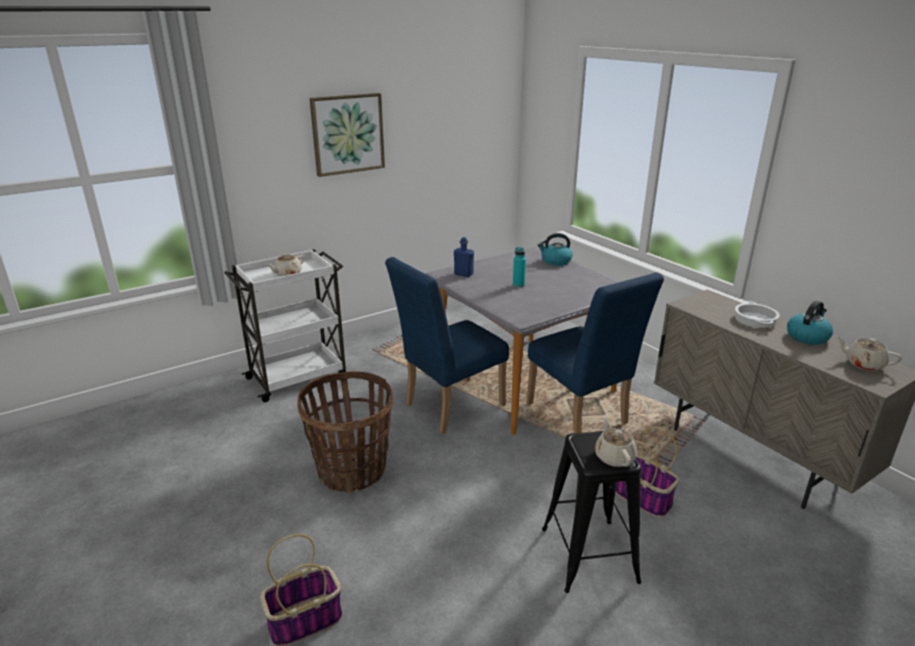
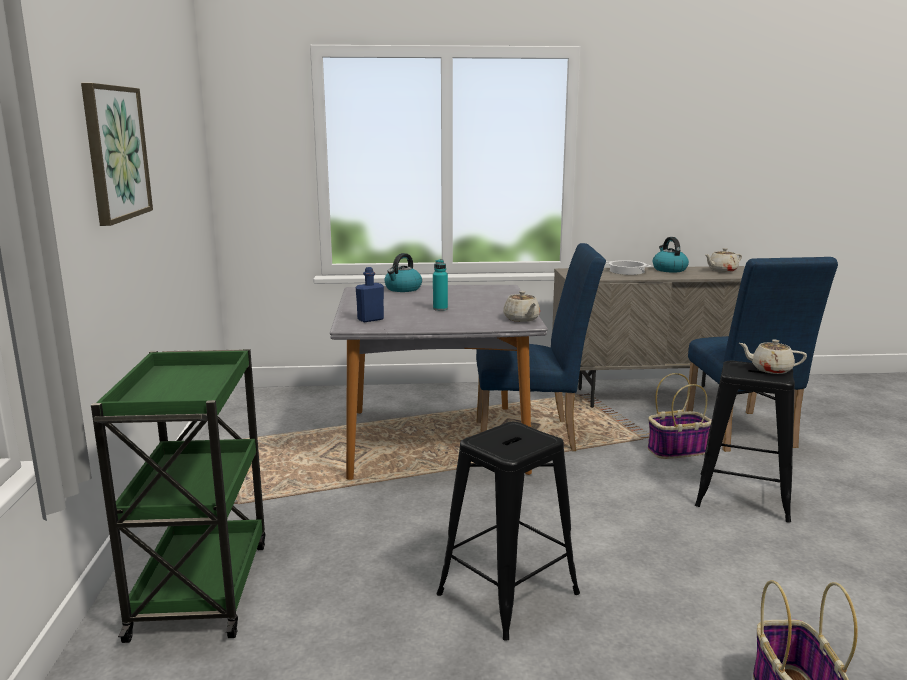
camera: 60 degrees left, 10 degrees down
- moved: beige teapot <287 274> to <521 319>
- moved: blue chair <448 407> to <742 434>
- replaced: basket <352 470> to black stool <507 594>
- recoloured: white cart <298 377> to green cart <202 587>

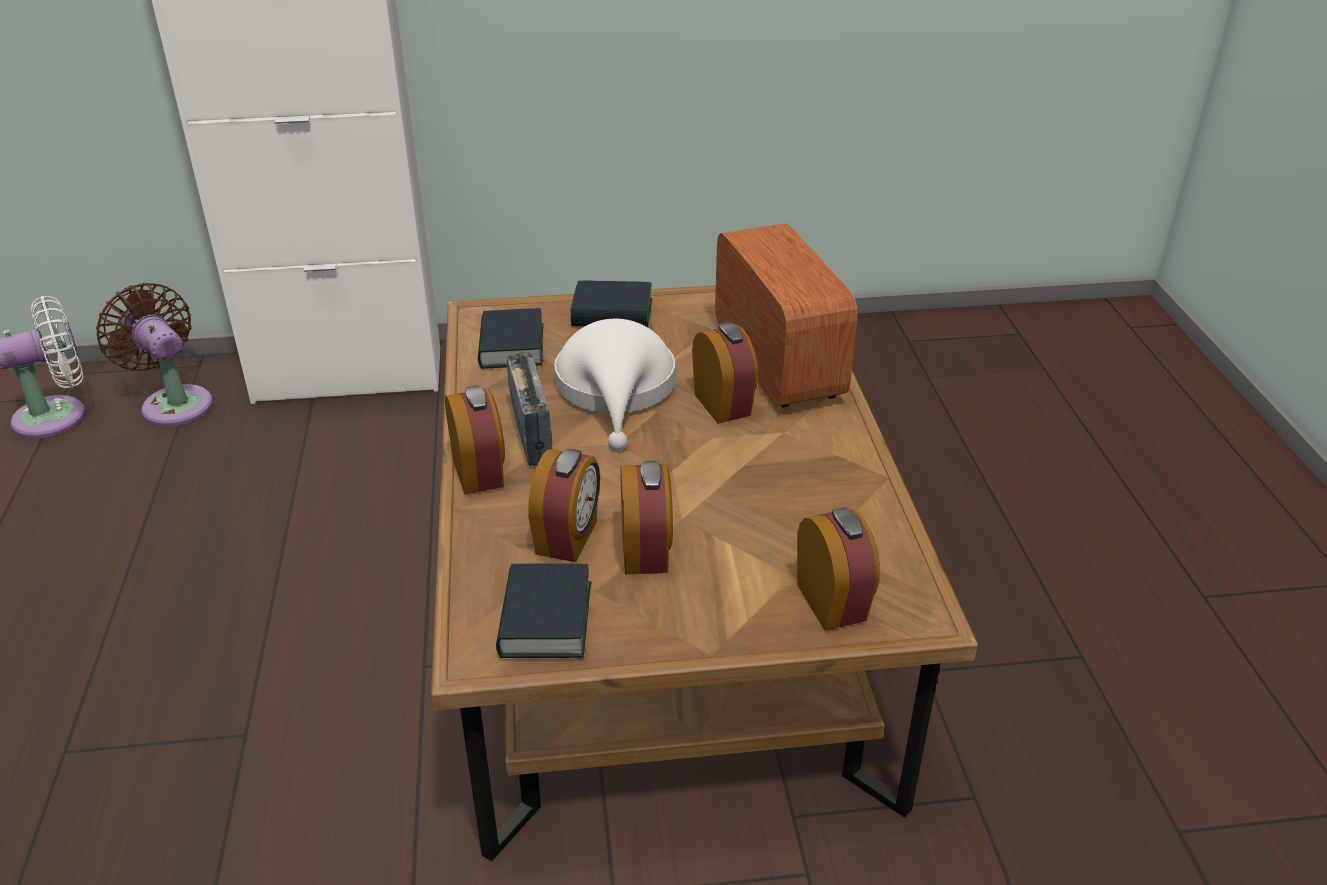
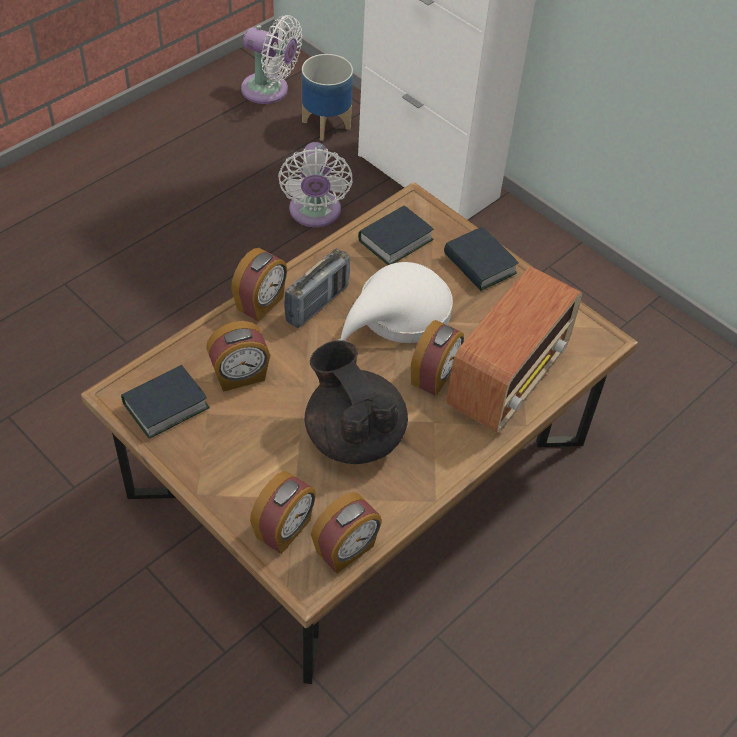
camera: 50 degrees right, 15 degrees up
- added: white fan <315 213>
- added: black teapot <353 435>
- moved: alarm clock <646 551> to <346 550>
- replaced: brown fan <174 403> to planter <325 125>

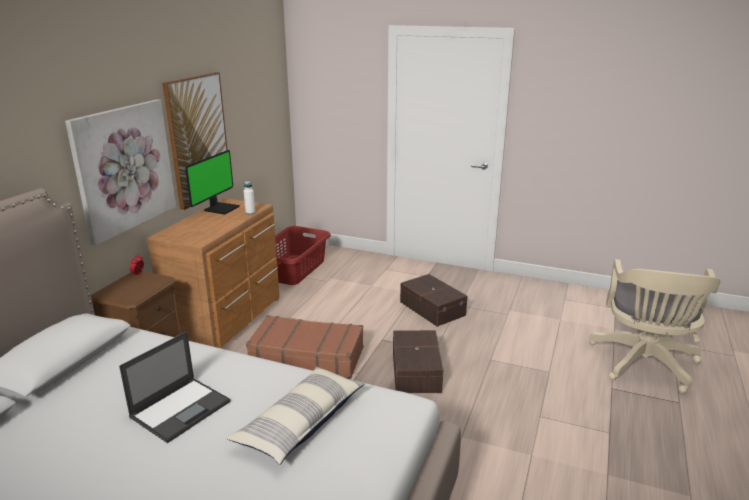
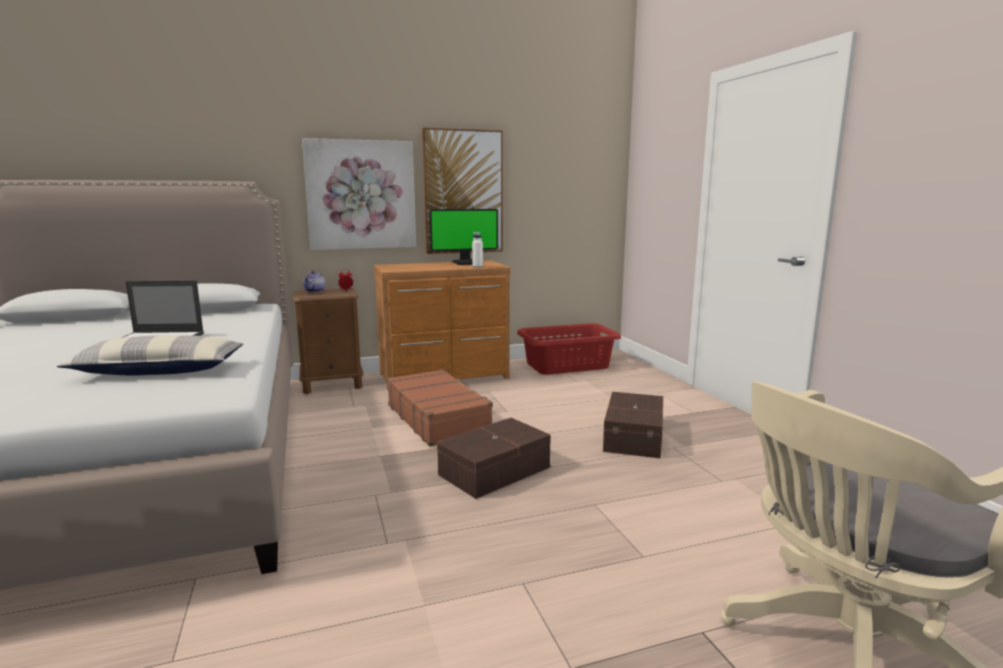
camera: 50 degrees right, 10 degrees down
- added: teapot <315 291>

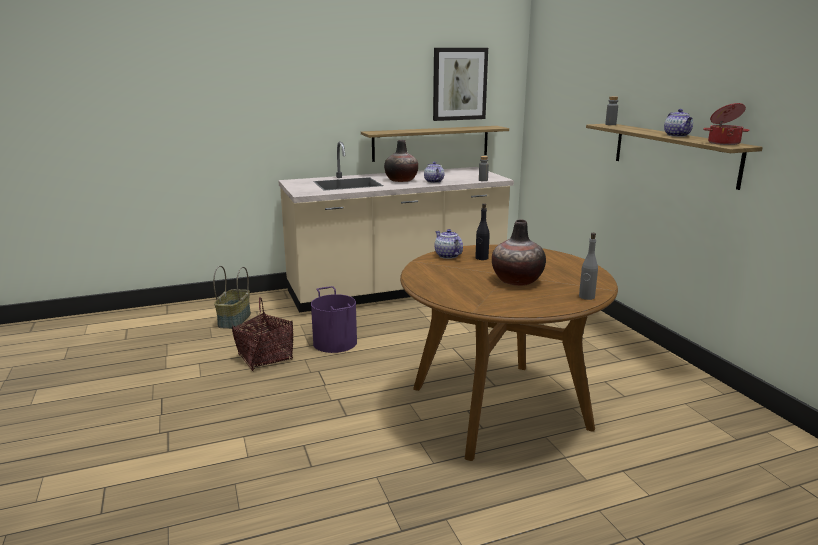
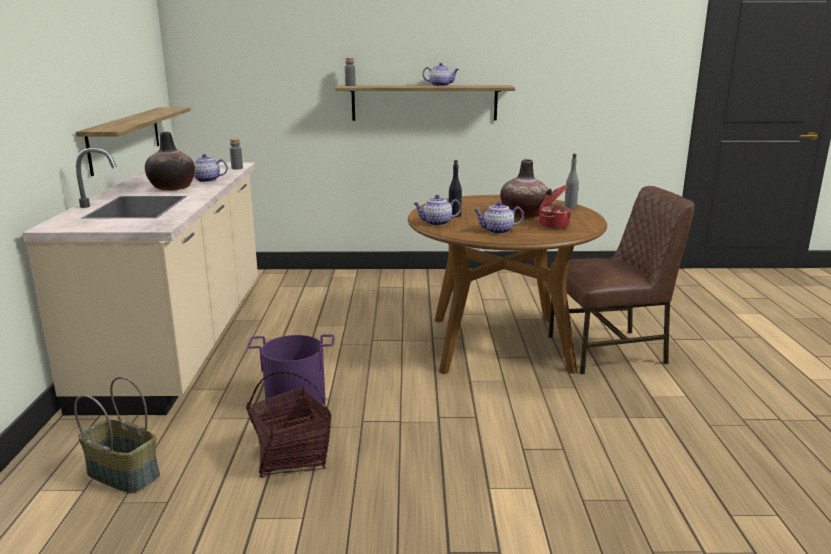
camera: 70 degrees left, 0 degrees up
- removed: picture <459 84>
- added: teapot <497 231>
- added: brown chair <608 350>
- moved: cooking pot <723 143> to <552 225>

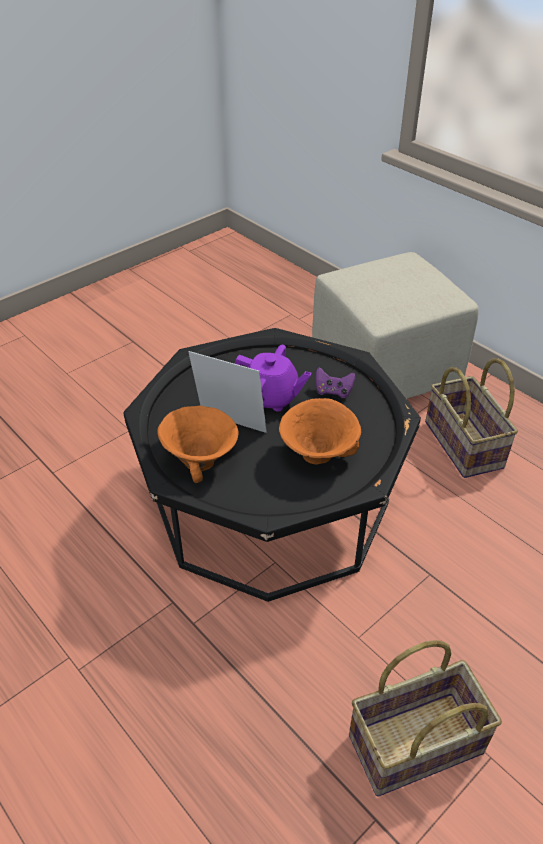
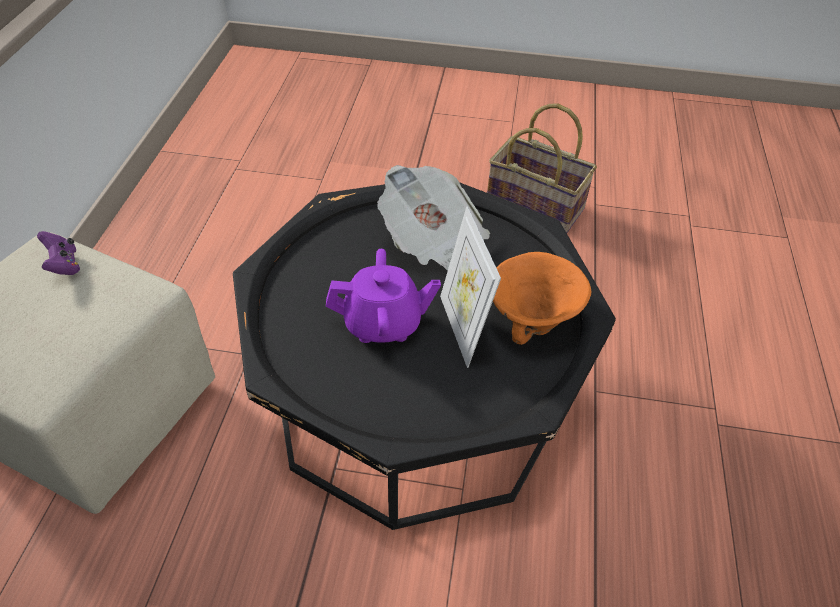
camera: 130 degrees left, 5 degrees up
- removed: basket <465 444>
- moved: purple game controller <333 391> to <64 265>
- replaced: orange bowl <317 457> to newspaper <434 244>
- turned: purple teapot <271 397> = <383 324> 105 degrees clockwise

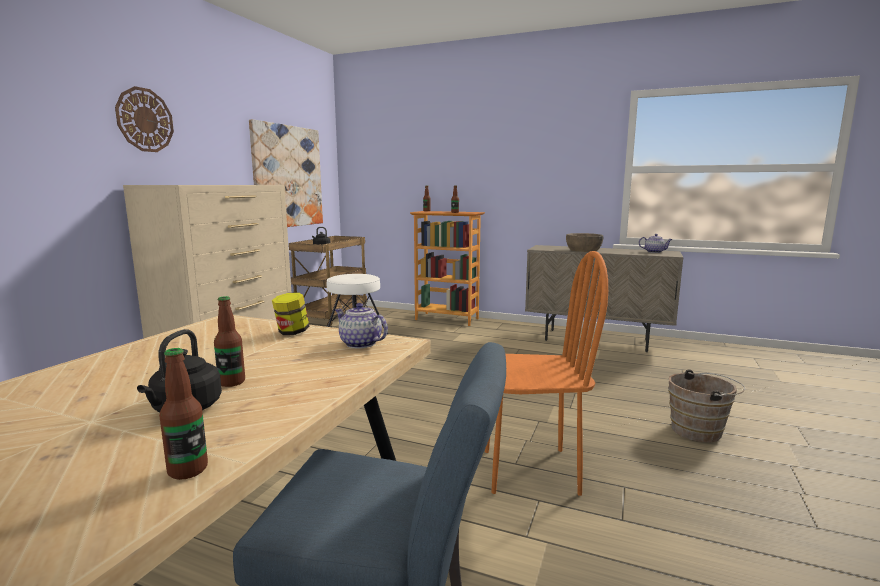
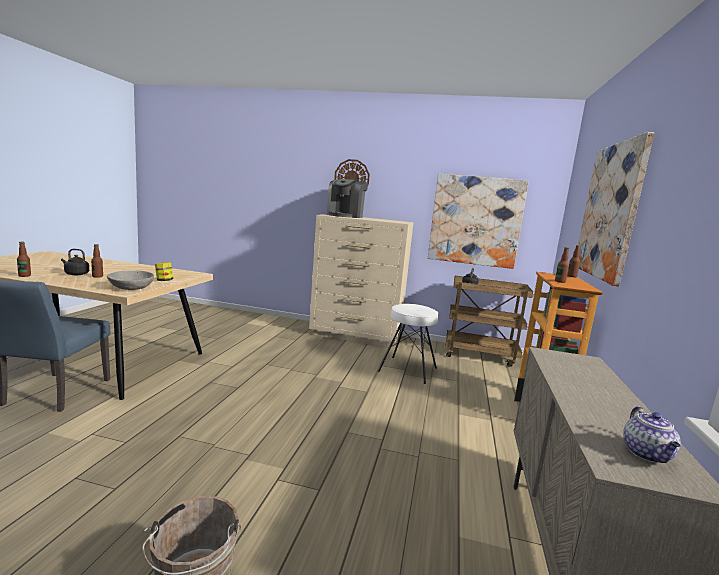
camera: 80 degrees right, 0 degrees up
- removed: orange chair <529 470>
- removed: brown bowl <583 250>
- added: coffee machine <345 216>
- added: picture <610 211>
- replaced: teapot <359 344> to grey bowl <131 288>

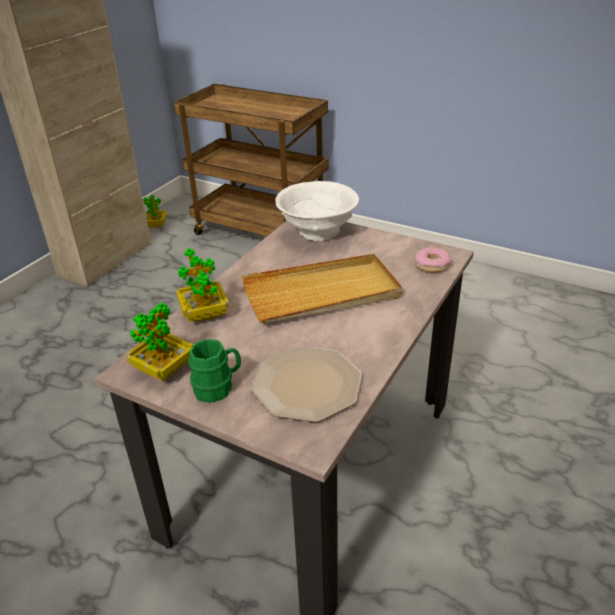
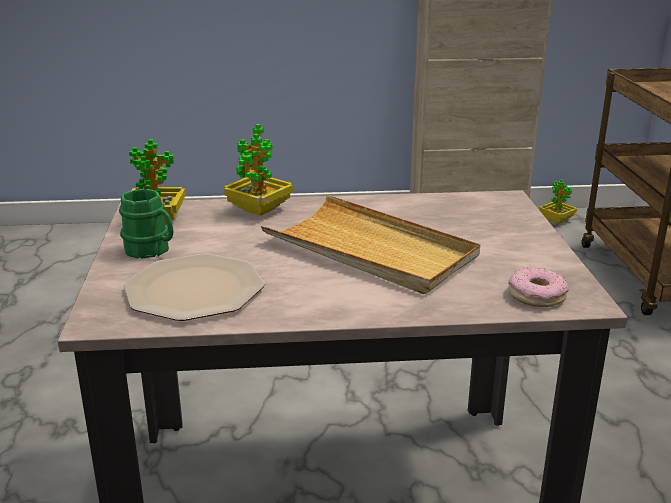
camera: 55 degrees right, 10 degrees down
- removed: white bowl <317 231>

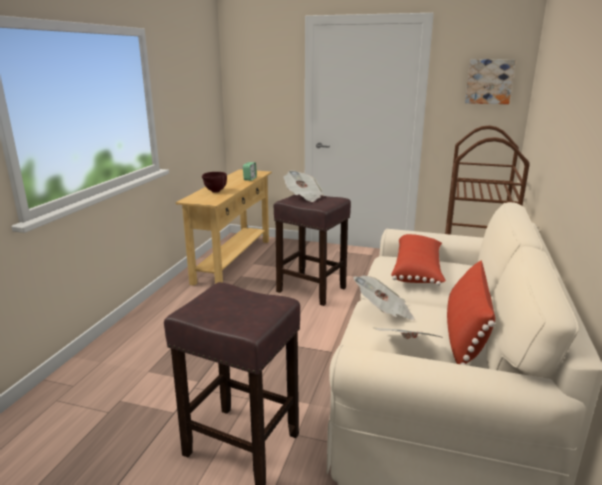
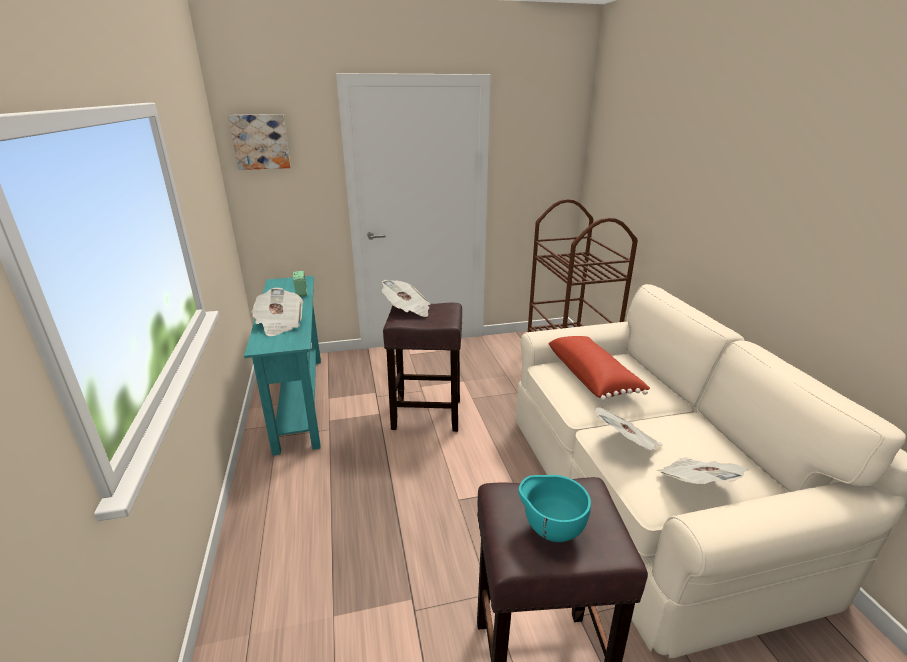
camera: 30 degrees left, 5 degrees up
- removed: red pillow <465 333>
- added: turquoise bowl <550 530>
- moved: picture <489 81> to <260 142>
- replaced: brown bowl <214 191> to newspaper <279 324>
- recoloured: beige console table <232 260> to turquoise console table <299 401>

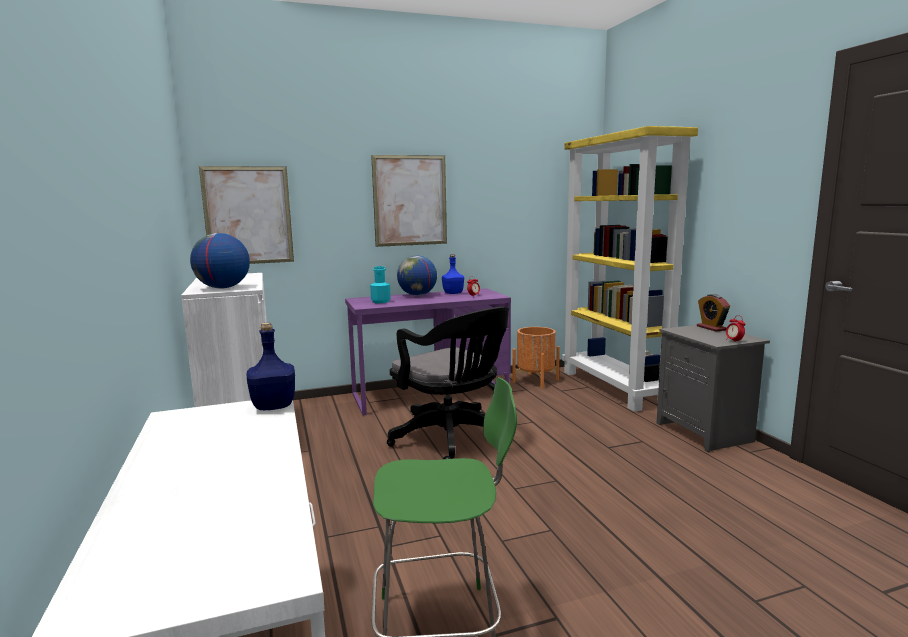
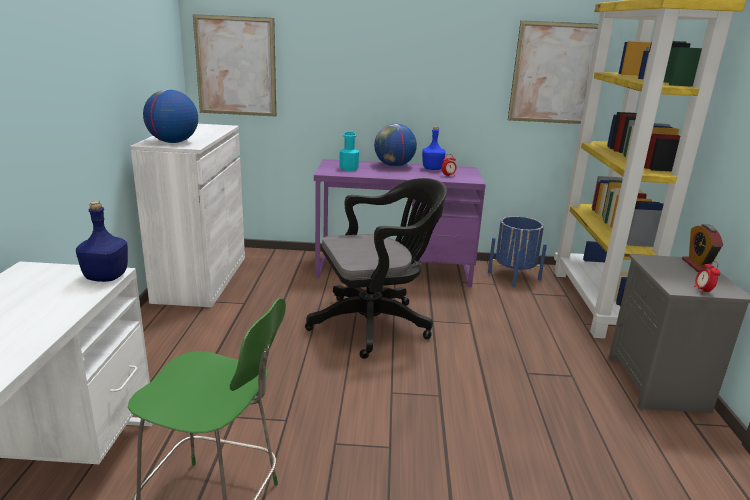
camera: 20 degrees right, 10 degrees up
- moved: picture <410 200> to <554 73>
- recoloured: orange planter <535 380> to blue planter <514 276>
- turned: black office chair <453 440> = <375 324> 90 degrees counterclockwise

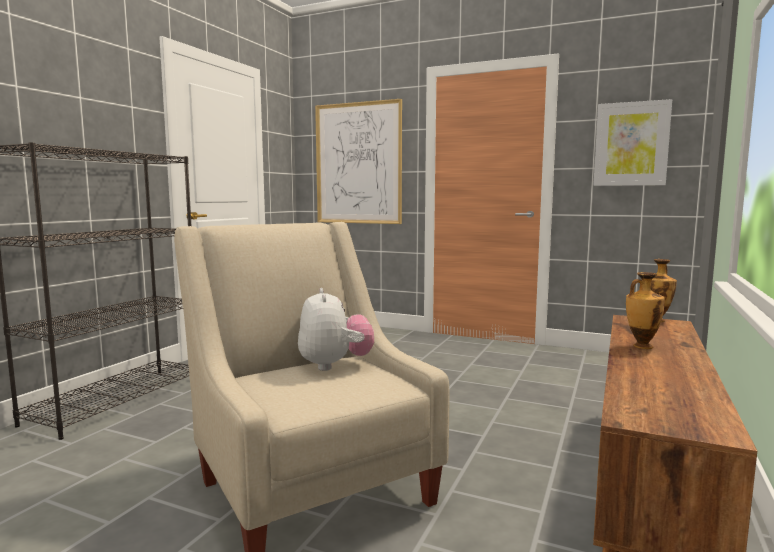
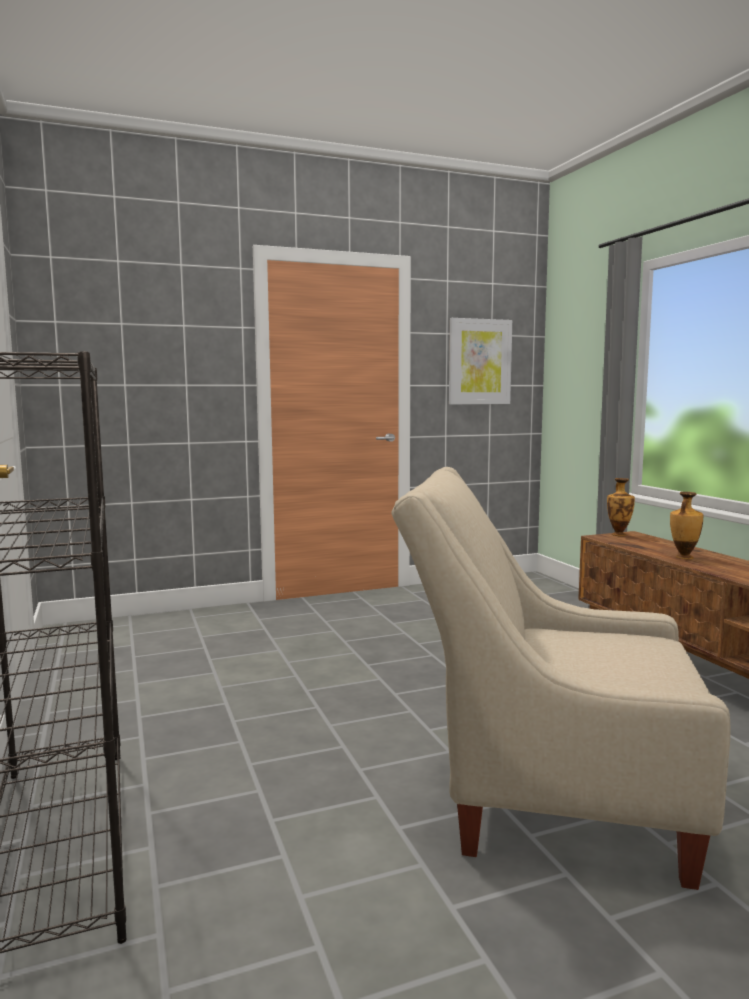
camera: 45 degrees left, 0 degrees up
- removed: plush toy <335 365>
- removed: picture <358 163>

